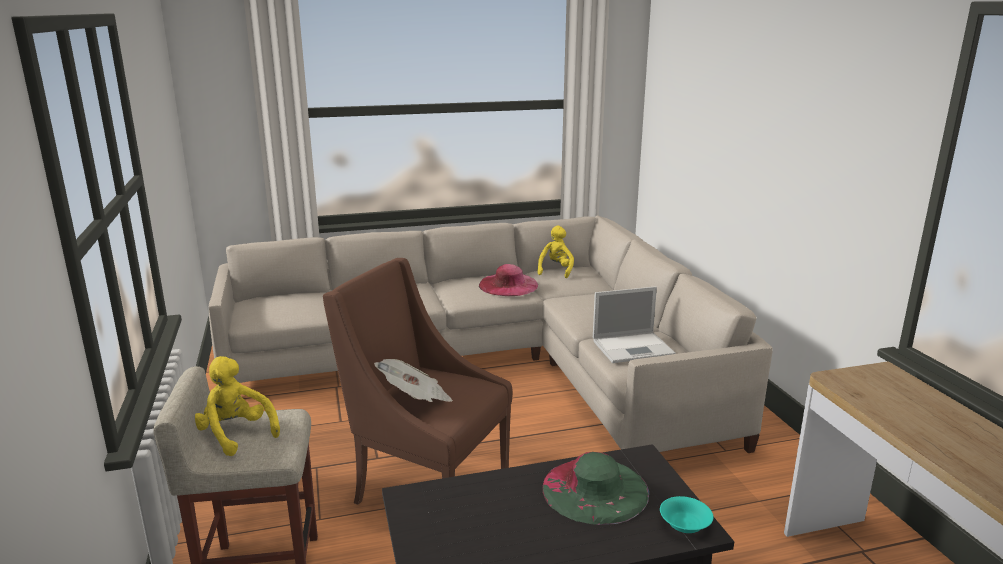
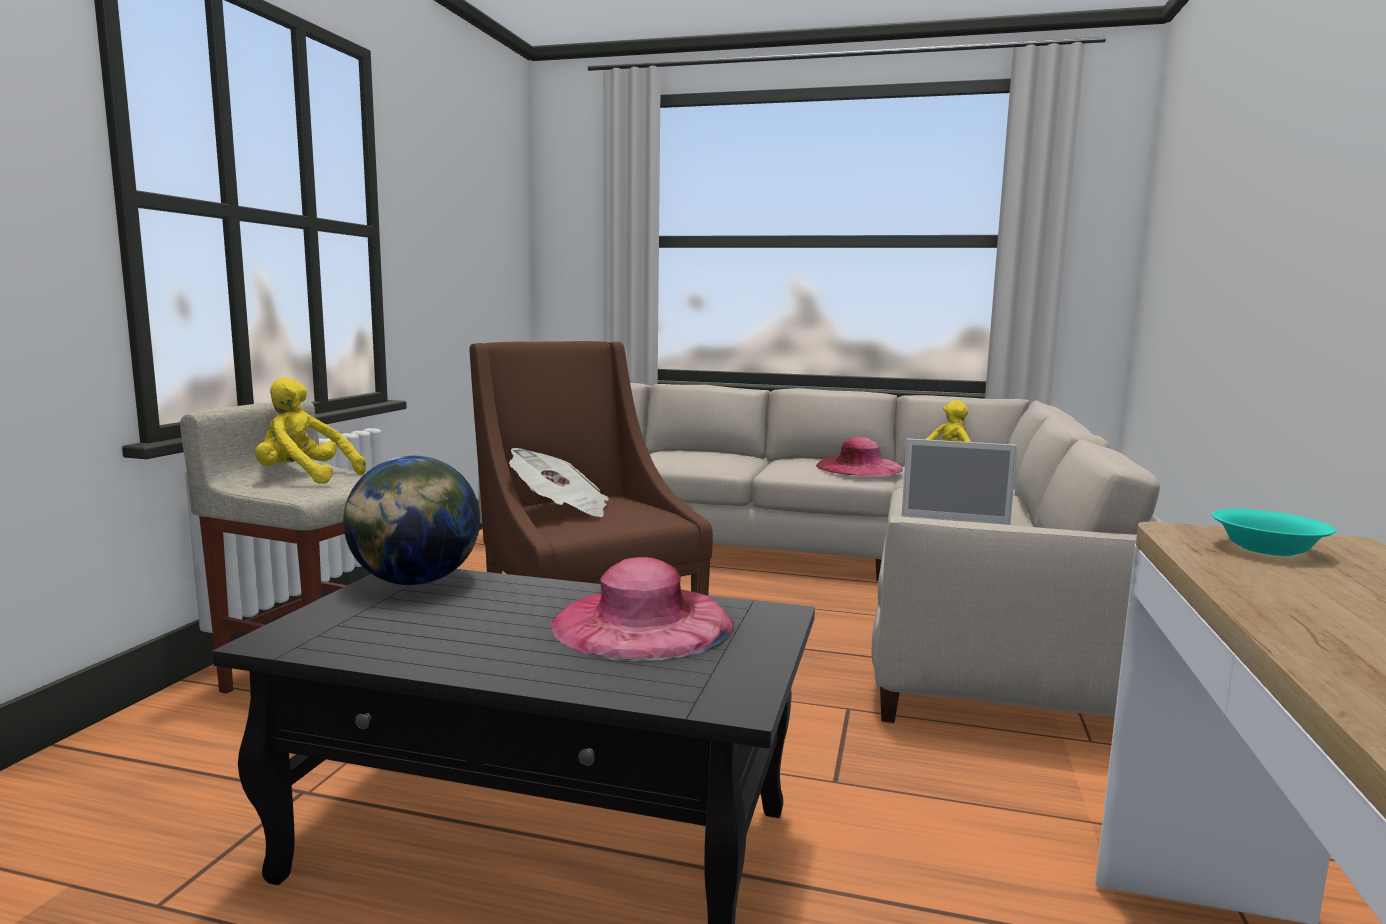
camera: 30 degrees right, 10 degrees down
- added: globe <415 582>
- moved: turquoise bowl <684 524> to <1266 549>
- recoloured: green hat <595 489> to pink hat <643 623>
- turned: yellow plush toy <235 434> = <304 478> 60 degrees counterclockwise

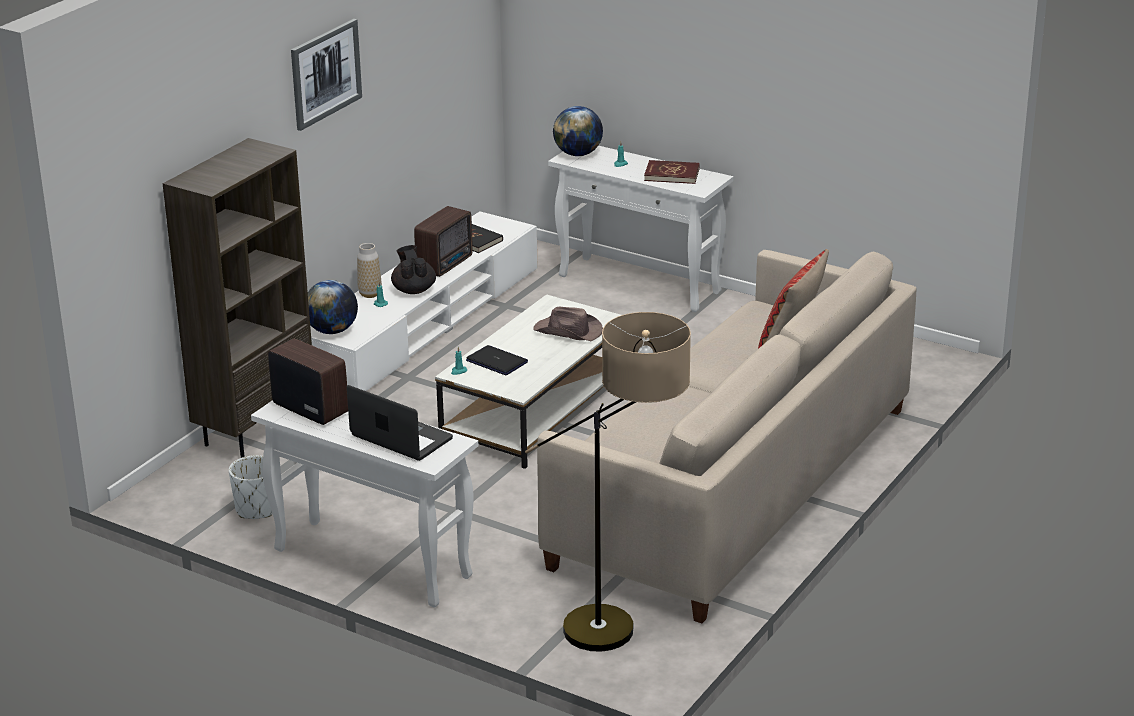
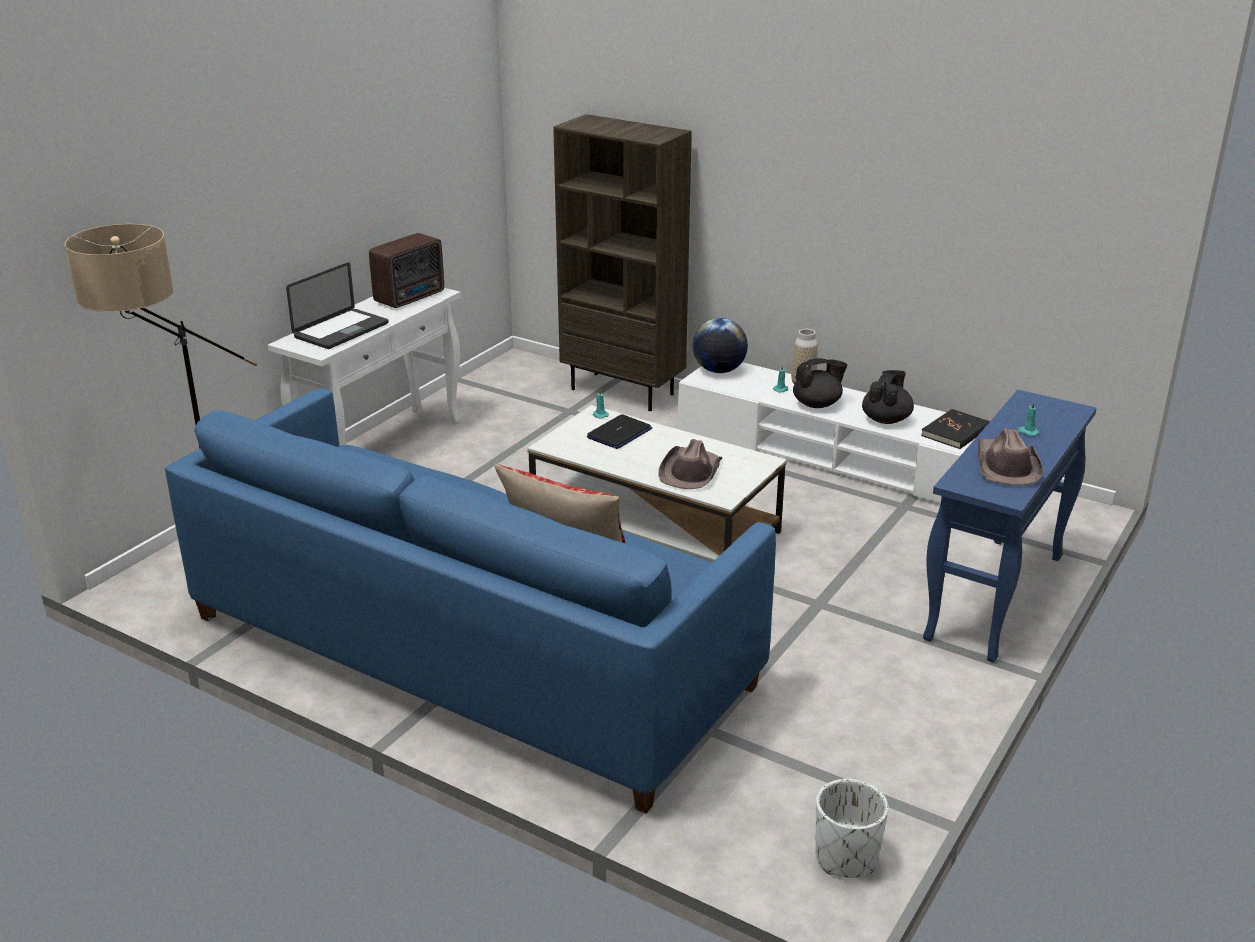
camera: 90 degrees right, 0 degrees up
- removed: picture <325 73>
- removed: globe <578 154>
- moved: white planter <256 509> to <846 858>
- replaced: radio <446 264> to black teapot <886 419>
- replaced: red book <672 174> to brown hat <1006 465>
- recoloured: beige sofa <734 486> to blue sofa <468 651>
- recoloured: white console table <640 284> to blue console table <995 598>

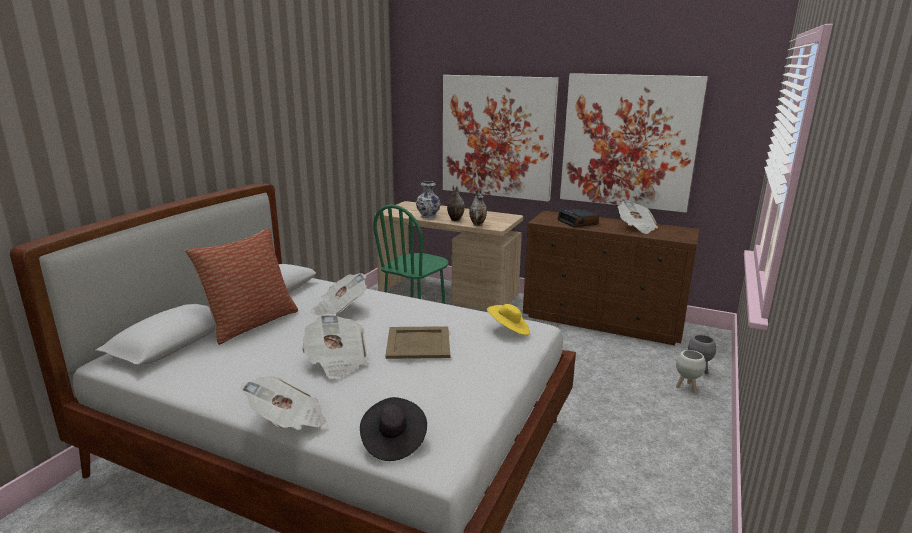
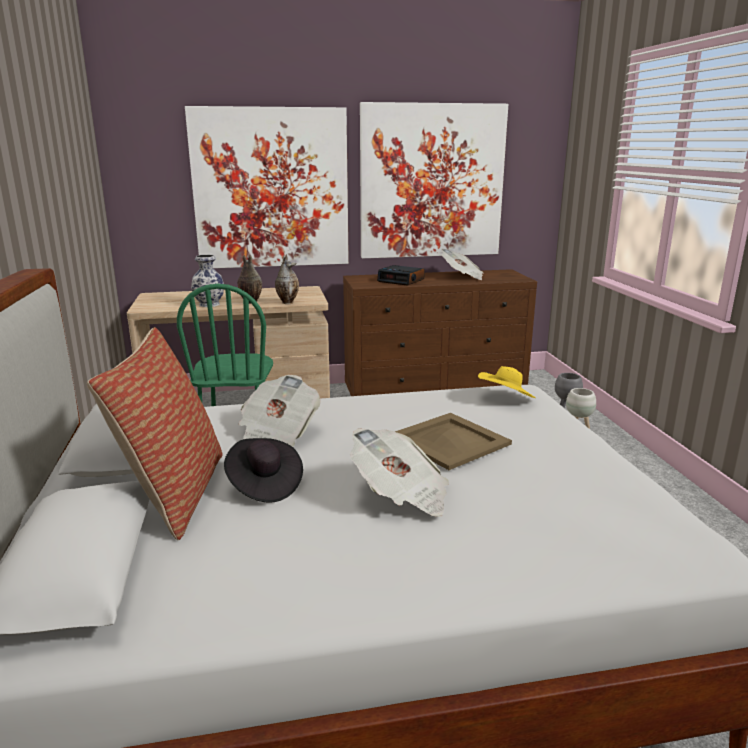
camera: 35 degrees left, 0 degrees up
- removed: newspaper <289 422>
- moved: black hat <393 441> to <264 485>

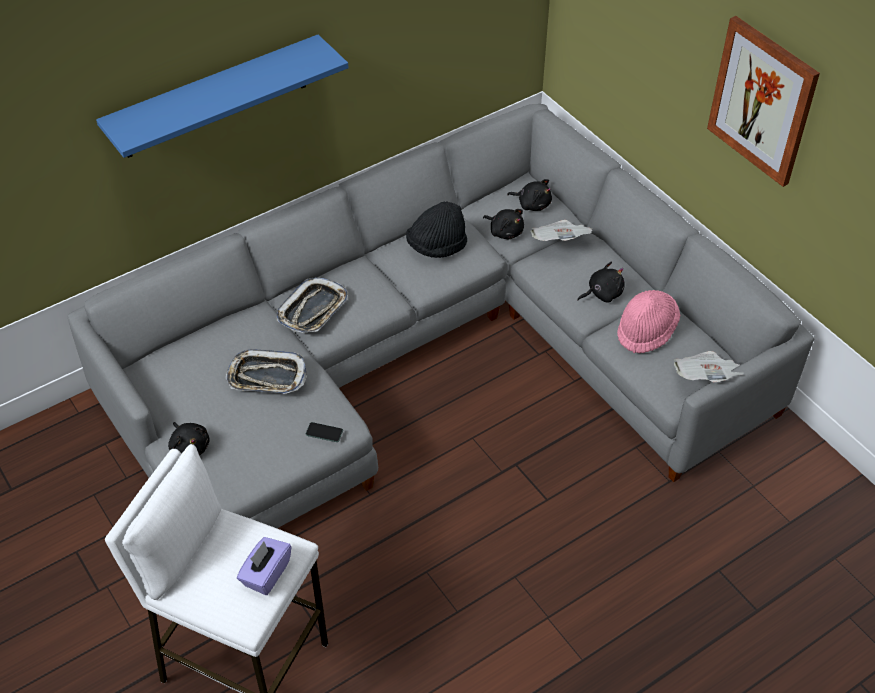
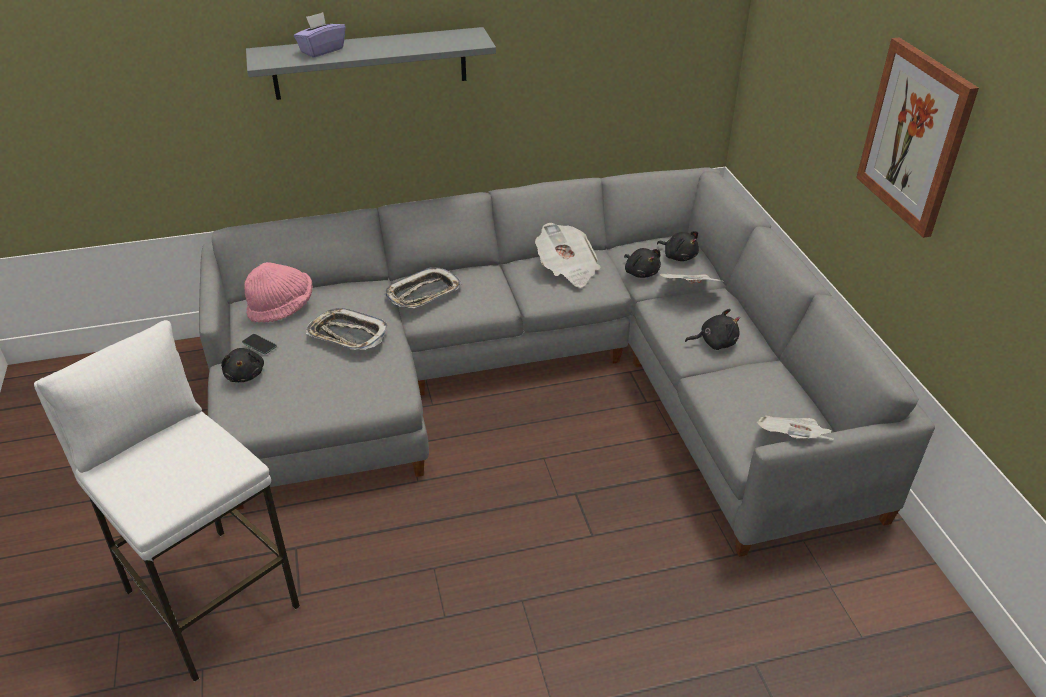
camera: 20 degrees right, 10 degrees down
- moved: purple tissue box <266 574> to <321 50>
- moved: phone <324 432> to <259 344>
- moved: pink hat <646 331> to <281 308>
- replaced: black hat <436 246> to newspaper <567 270>
- recoloured: blue shelf <215 98> to grey shelf <370 63>

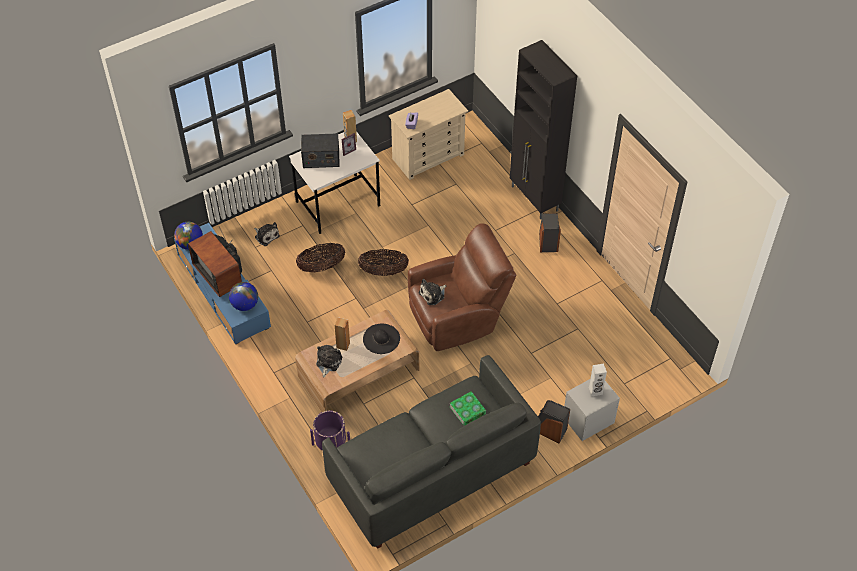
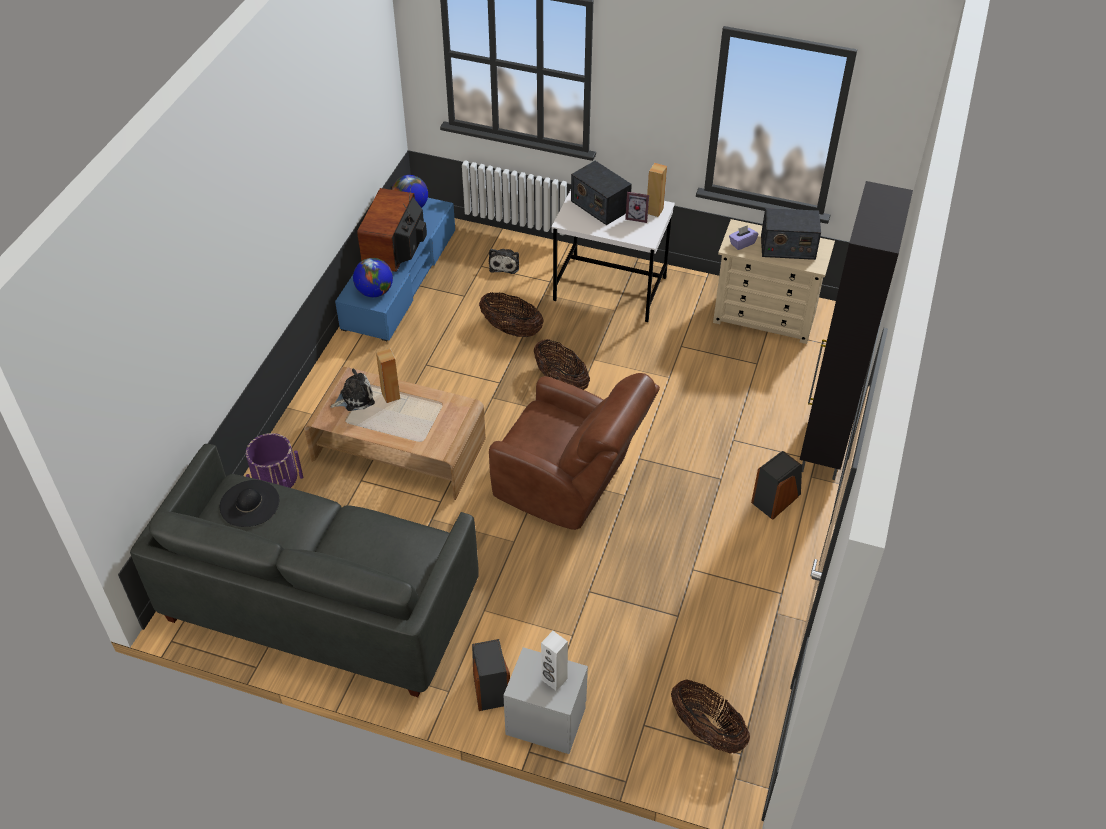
camera: 50 degrees right, 5 degrees down
- removed: plush toy <433 294>
- removed: book <467 410>
- added: basket <706 730>
- added: radio <787 247>
- moved: black hat <381 339> to <249 504>

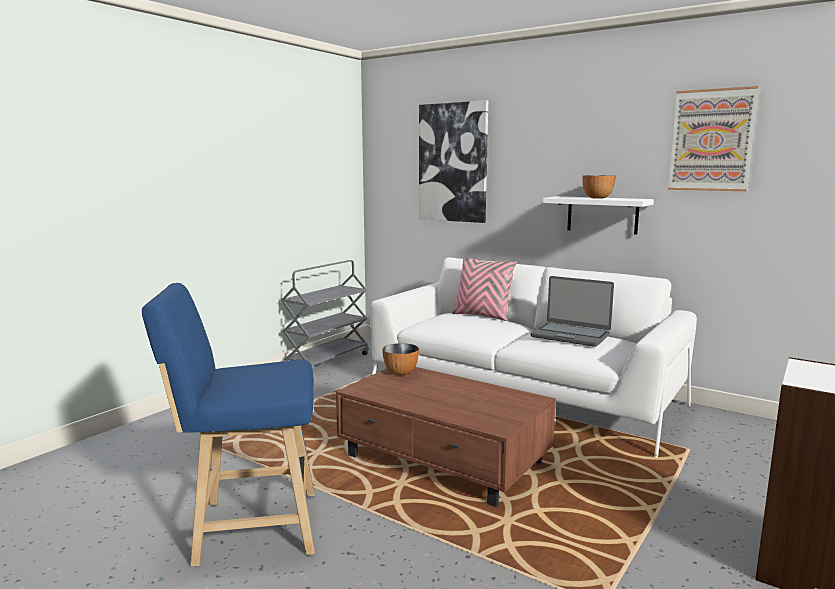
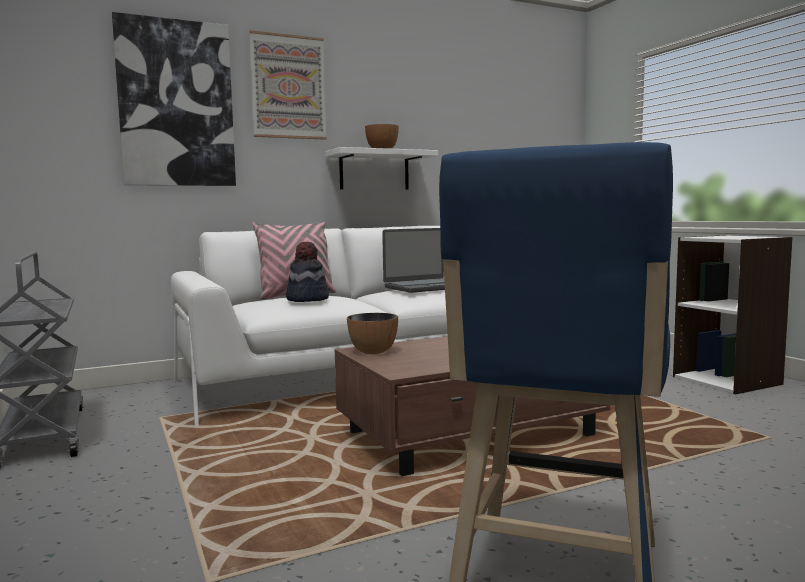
camera: 60 degrees left, 5 degrees down
- added: hat <307 299>
- moved: picture <711 140> to <288 87>

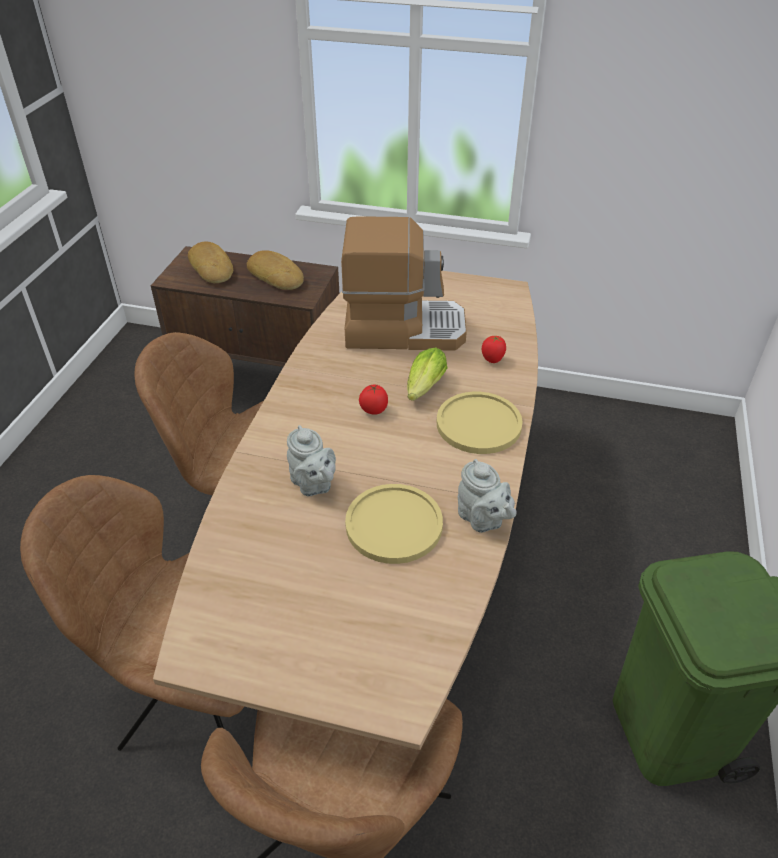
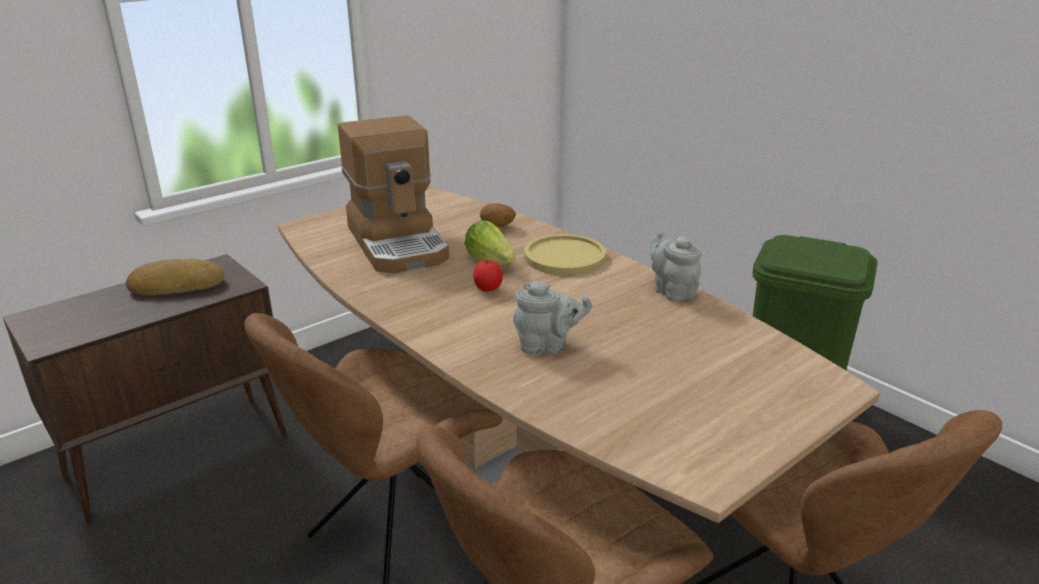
camera: 55 degrees left, 15 degrees down
- removed: bread <213 267>
- removed: yellow plate <394 525>
- replaced: tomato <492 360> to potato <497 227>
- turned: coffee machine <403 328> = <399 243> 120 degrees clockwise
- turned: grey teapot <482 520> = <672 291> 120 degrees counterclockwise

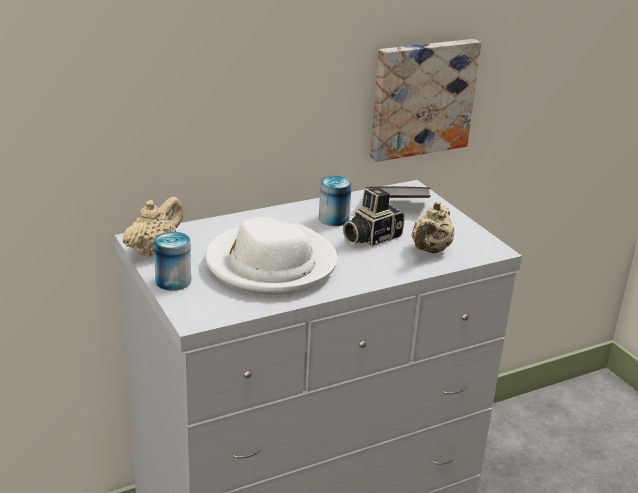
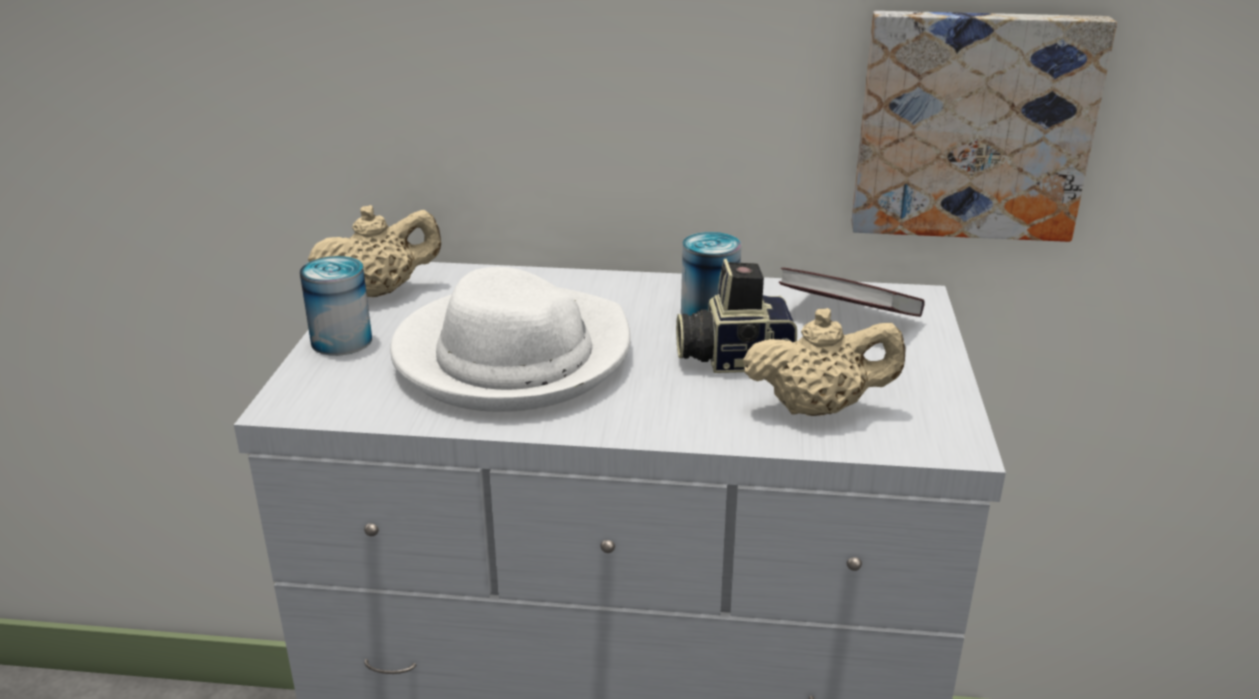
camera: 35 degrees right, 0 degrees up
- turned: beige teapot <430 250> = <818 408> 150 degrees counterclockwise

